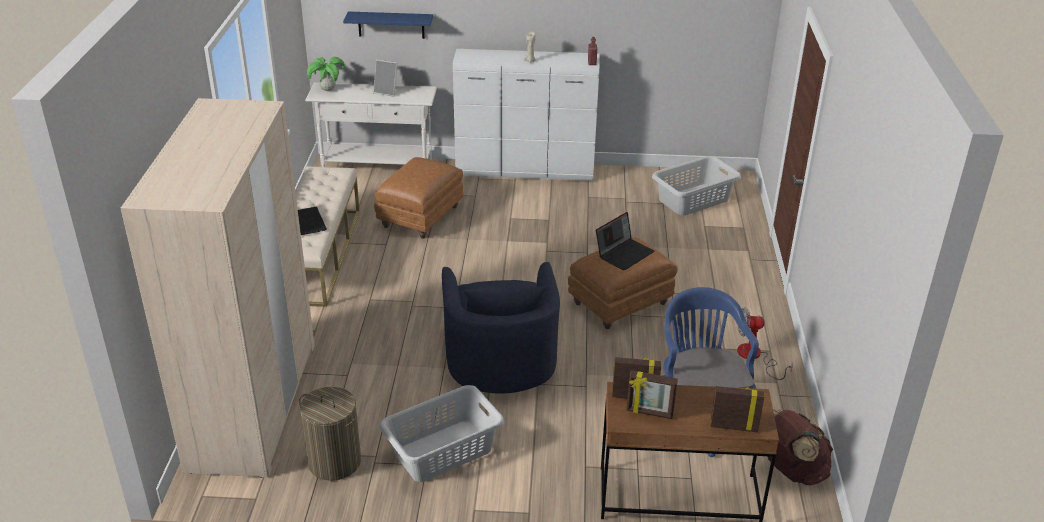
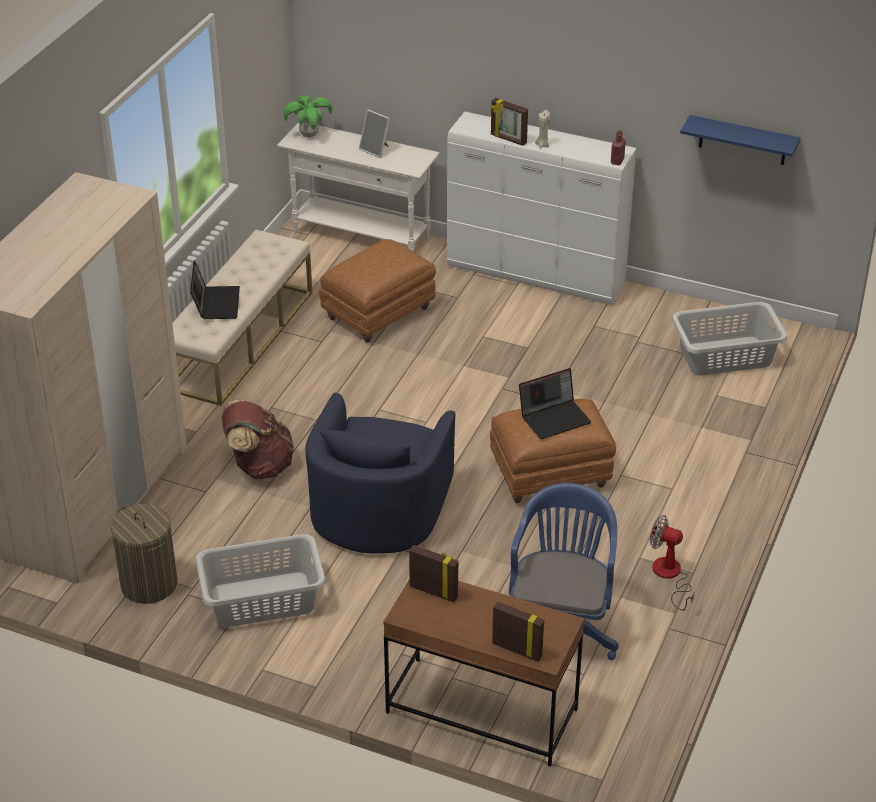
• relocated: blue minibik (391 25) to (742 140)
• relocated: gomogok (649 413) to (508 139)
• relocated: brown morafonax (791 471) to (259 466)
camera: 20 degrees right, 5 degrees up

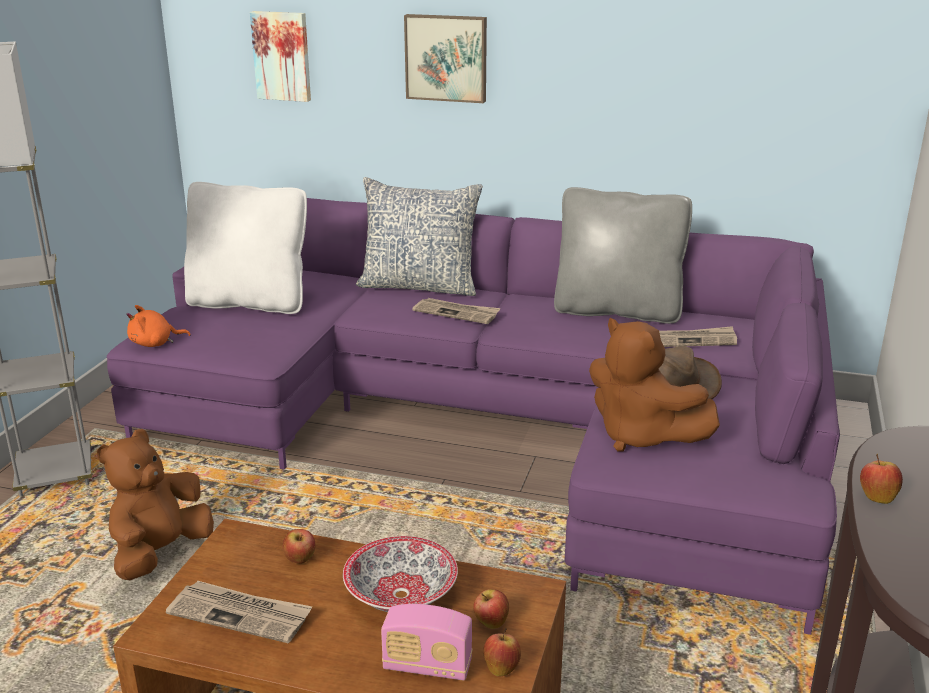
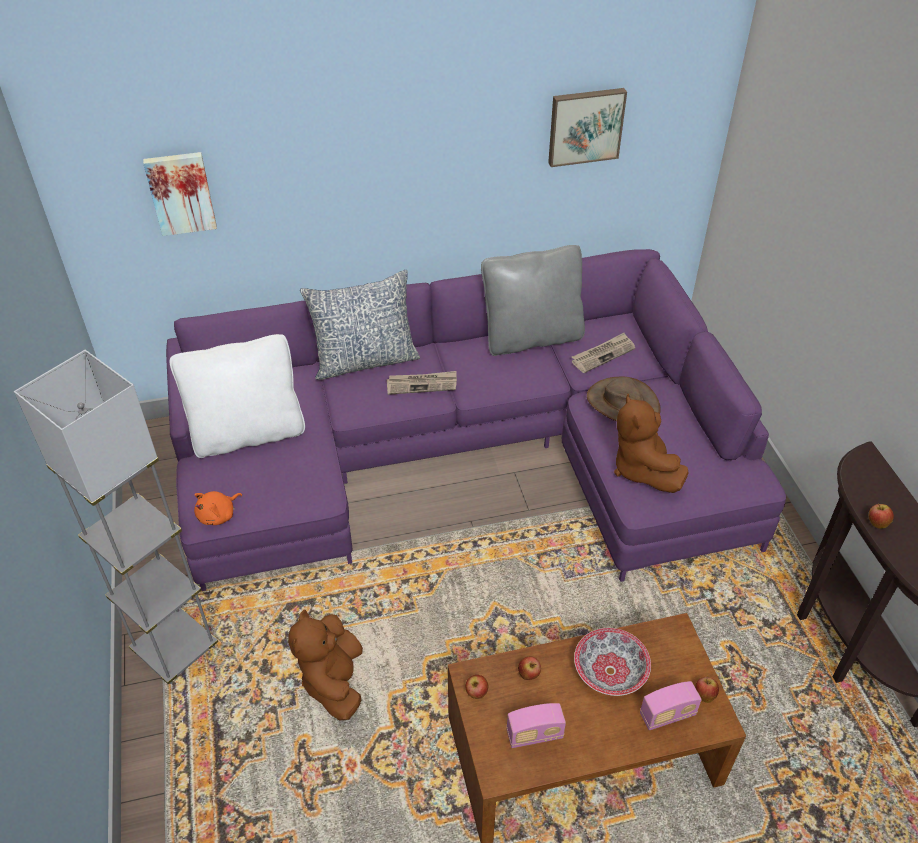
• relocated: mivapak (446 58) to (585 126)
• spun: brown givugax (640 436) = (641 469) 60 degrees clockwise
• exchanged: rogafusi (241 614) to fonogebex (534 735)
• relocated: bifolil (491 623) to (476 693)
camera: 30 degrees left, 20 degrees up

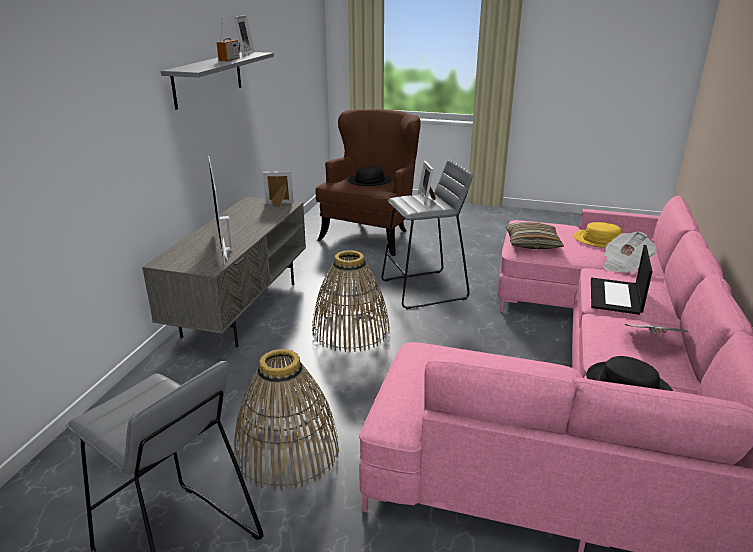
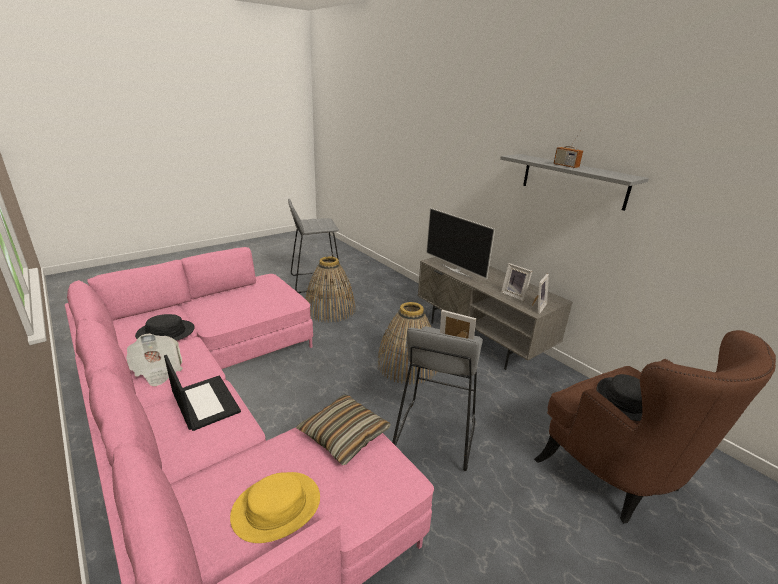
• relocated: gomogok (243 54) to (514 295)
• spun: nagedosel (227 249) = (456 270) 150 degrees counterclockwise
• missing: rogafusi (624 265)
camera: 125 degrees right, 0 degrees up

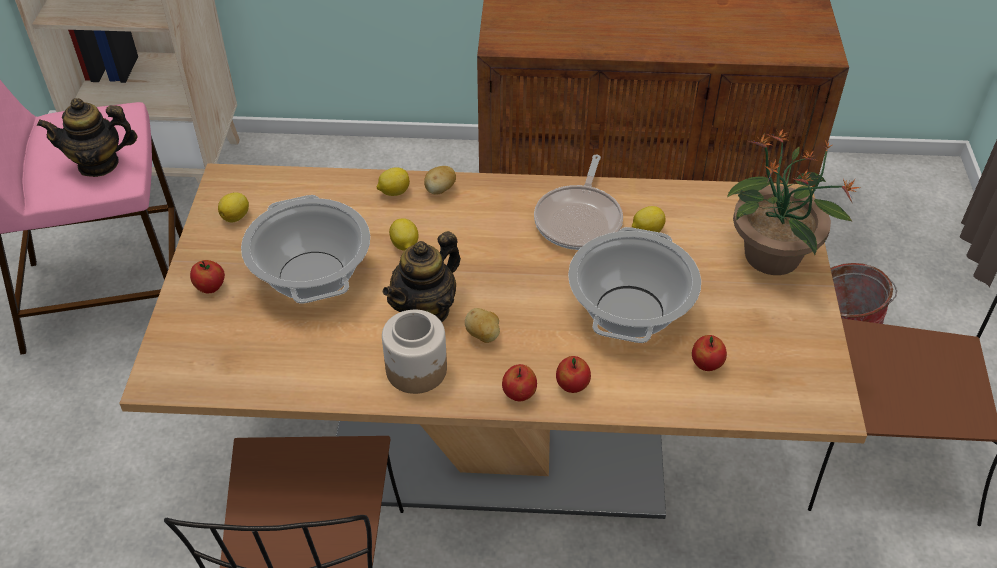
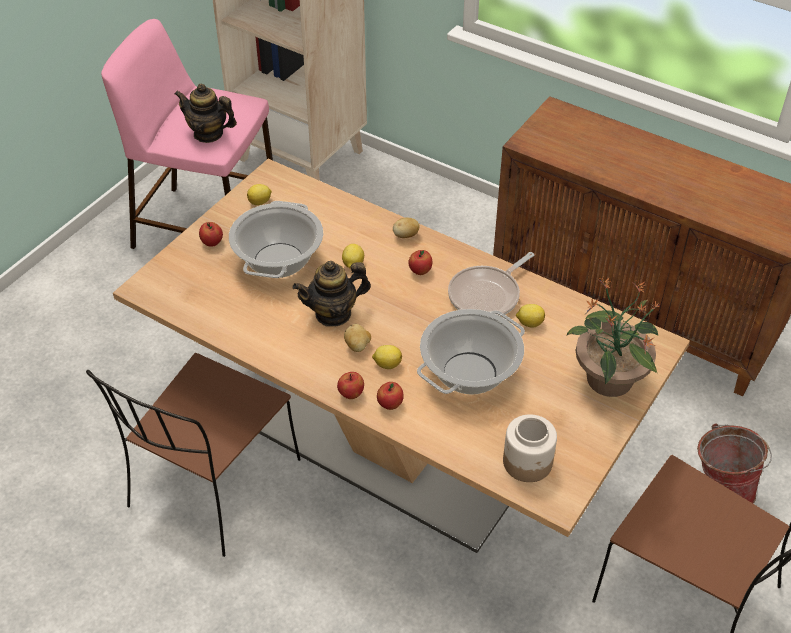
• relocated: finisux (394 192) to (387 364)
• relocated: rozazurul (417 370) to (528 462)
• relocated: bifolil (706 364) to (420 271)
camera: 30 degrees right, 0 degrees up

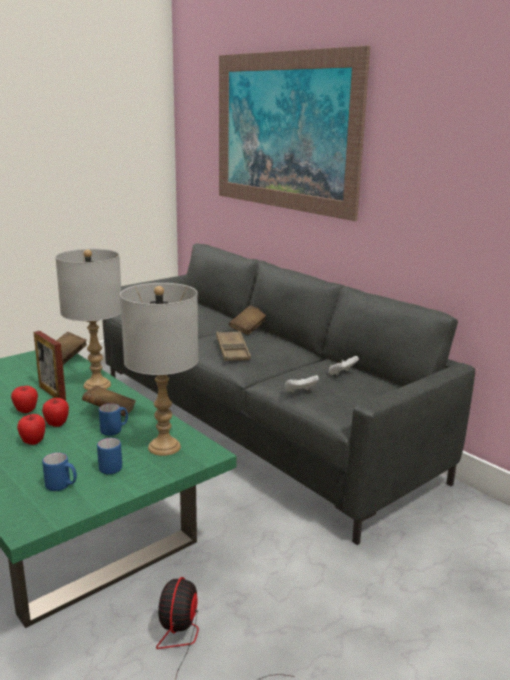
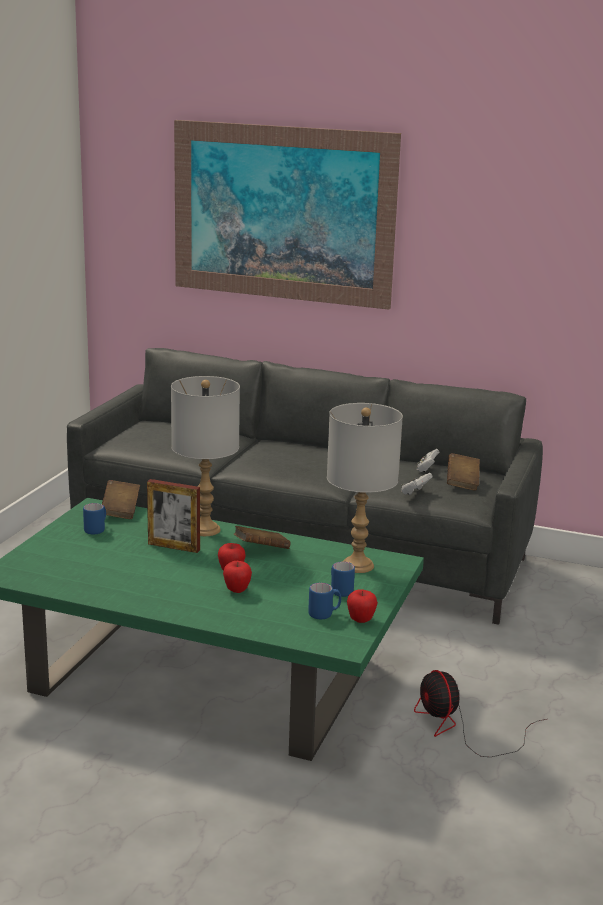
• relocated: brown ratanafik (249 328) to (462 482)
• missing: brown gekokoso (232 350)
• relocated: bifolil (26 411) to (361 620)
• relocated: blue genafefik (114 430) to (96 529)
camera: 30 degrees left, 0 degrees up

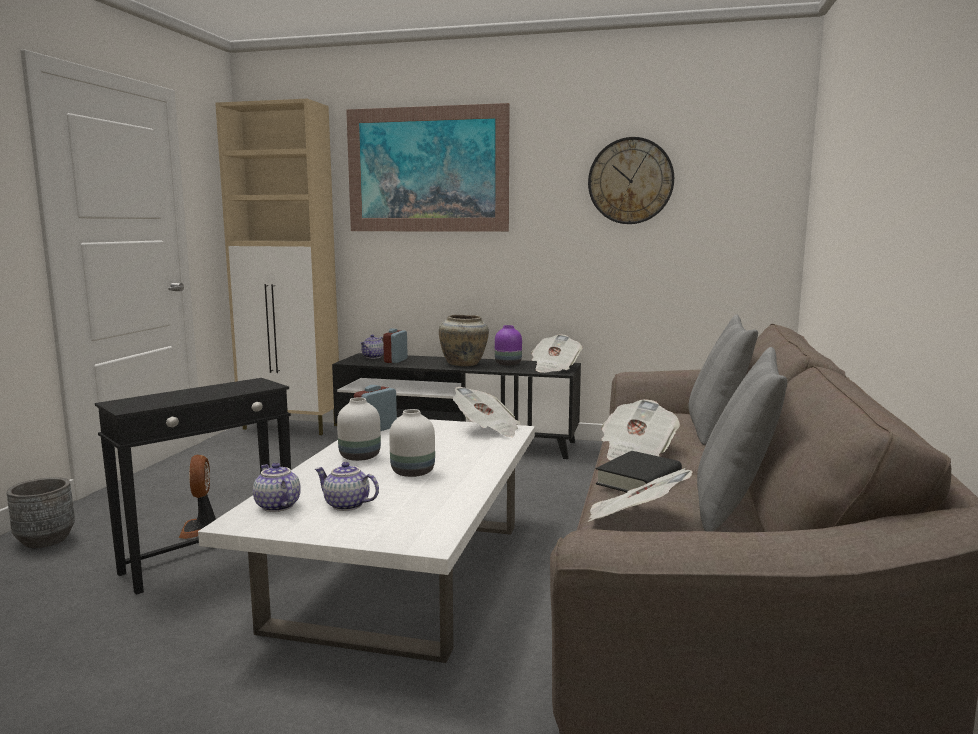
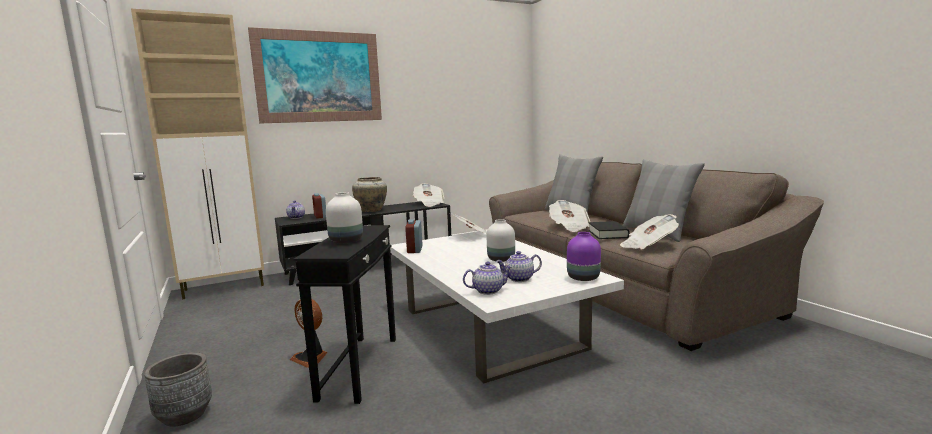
• missing: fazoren (630 181)
• relocated: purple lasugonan (508 364) to (582 278)
• relocated: white lasugonan (358 457) to (345 241)
• spun: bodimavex (276 506) = (488 290) 150 degrees clockwise
camera: 40 degrees left, 0 degrees up

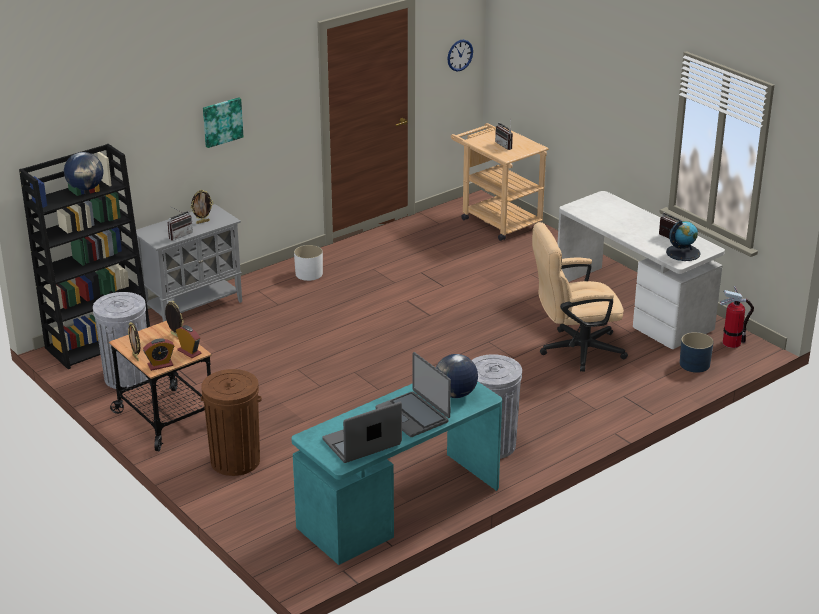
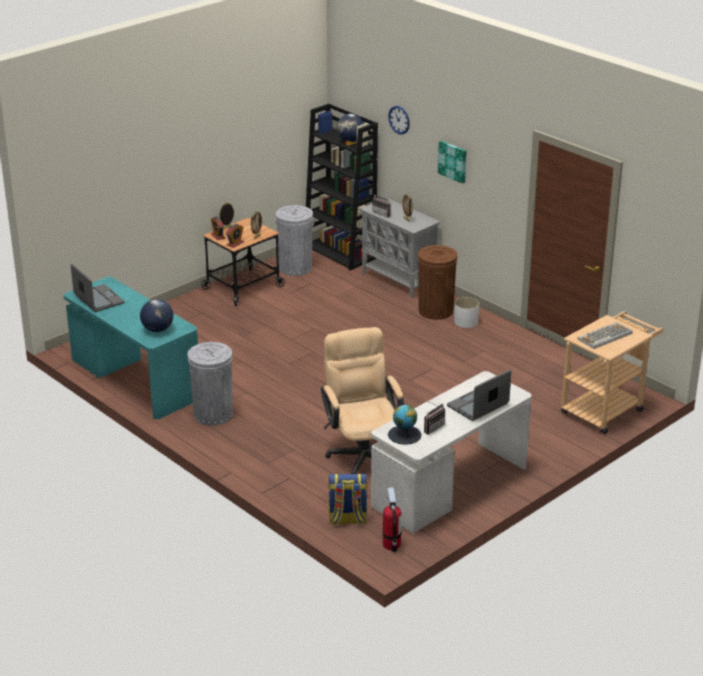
• relocated: fazoren (460 55) to (399 120)
• exchanged: fonogebex (506 145) to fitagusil (604 336)
• exchanged: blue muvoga (694 364) to morafonax (347 519)
• relocated: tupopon (413 415) to (478 405)
• relocated: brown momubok (235 461) to (435 311)
camera: 85 degrees right, 0 degrees up

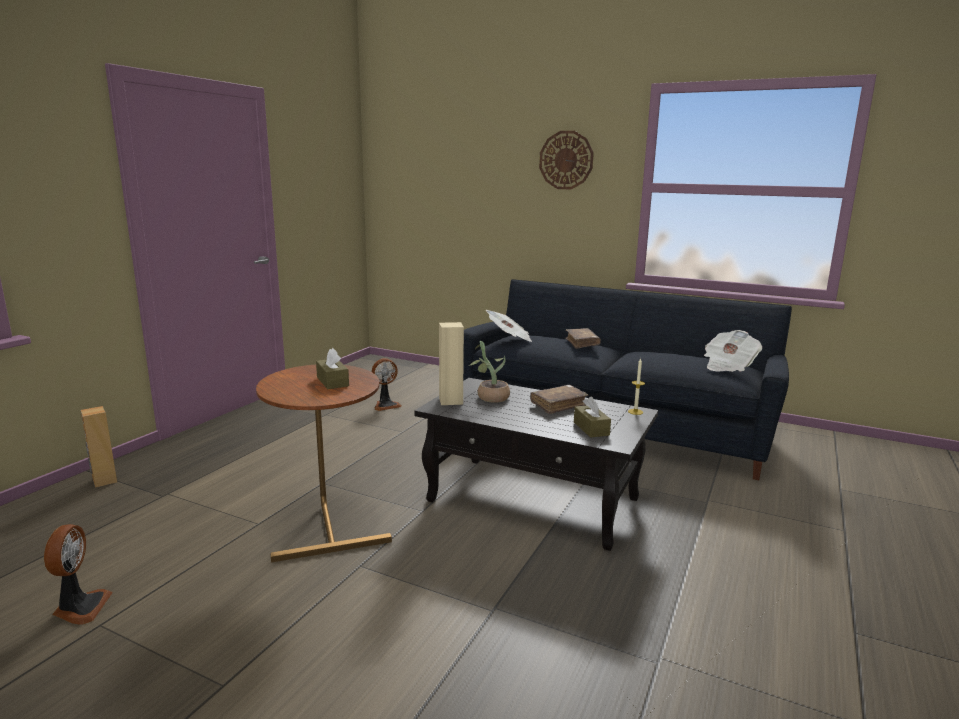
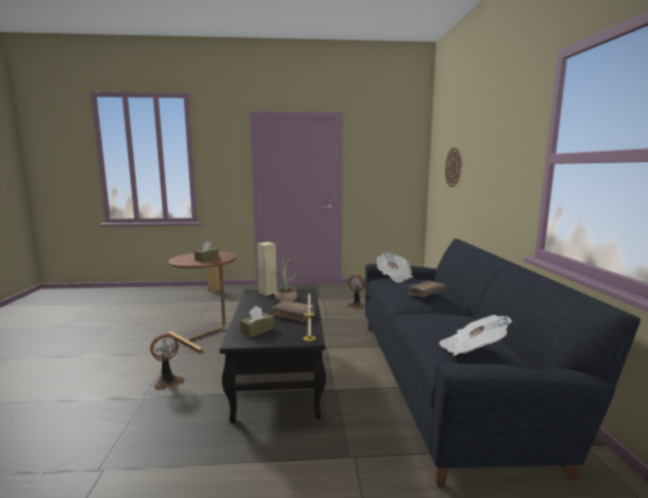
• relocated: fazoren (566 160) to (453 167)
• relocated: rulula (80 607) to (167 381)
camera: 60 degrees right, 5 degrees down

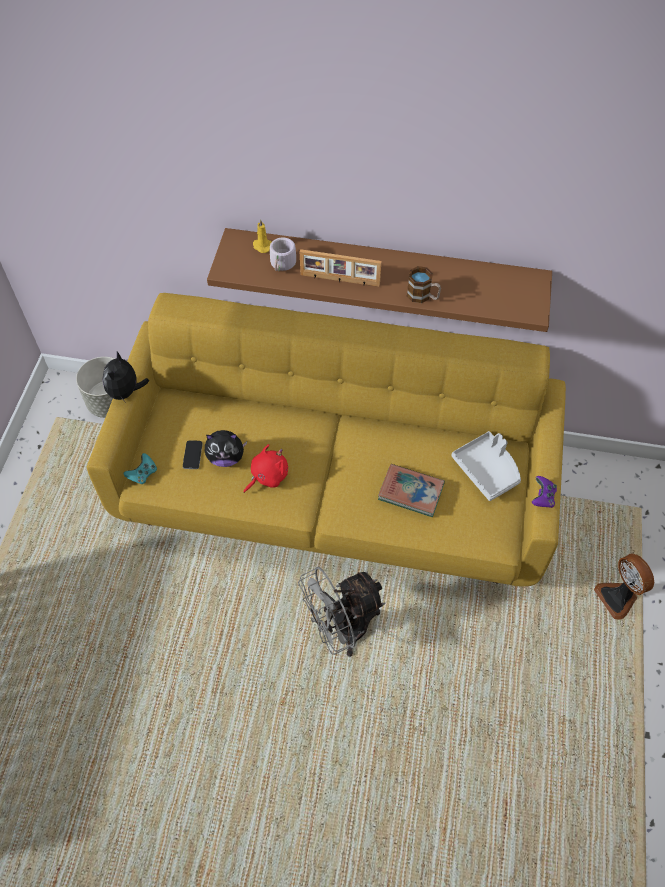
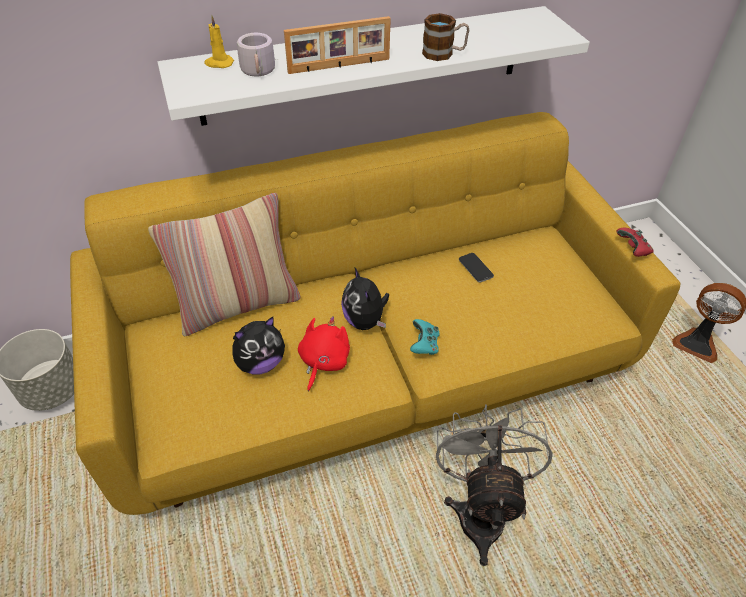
• colour: brown minibik (384 269) to white minibik (365 65)
• relocated: givugax (126 392) to (365 321)
• missing: grey gekokoso (487 470)
• relocated: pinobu (192 455) to (475 268)
• relocated: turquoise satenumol (143 474) to (424 345)
• missing: ratanafik (411 492)
• colour: purple satenumol (542 497) to red satenumol (633 250)
• spun: grey rulula (341 630) = (480 510) 150 degrees clockwise
• appeared: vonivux (238 305)
camera: 30 degrees left, 10 degrees down

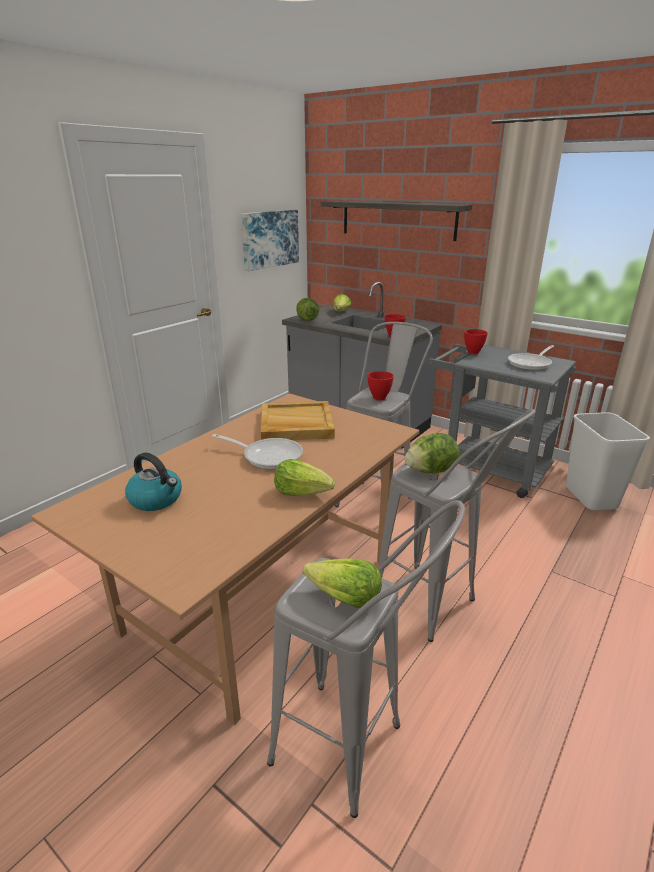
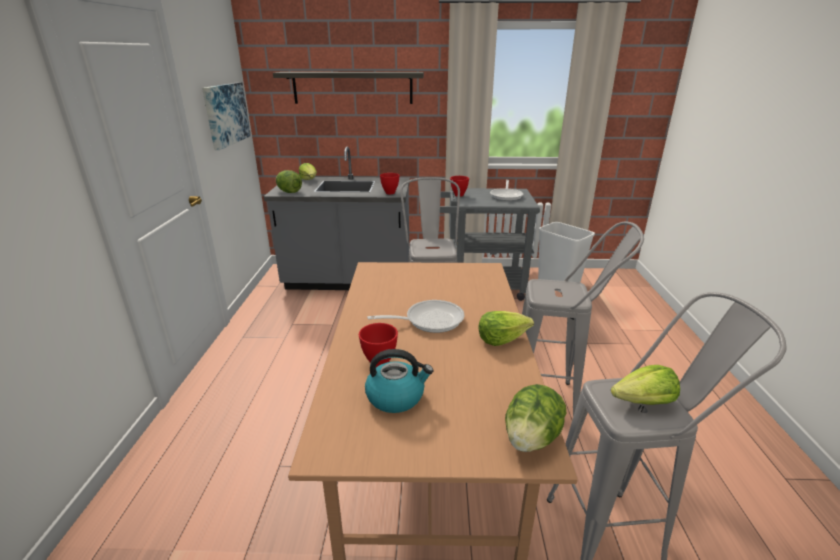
• relocated: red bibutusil (378 398) to (379 363)
• missing: beige gekokoso (296 424)
• relocated: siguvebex (430 471) to (531 438)
camera: 35 degrees left, 0 degrees up

